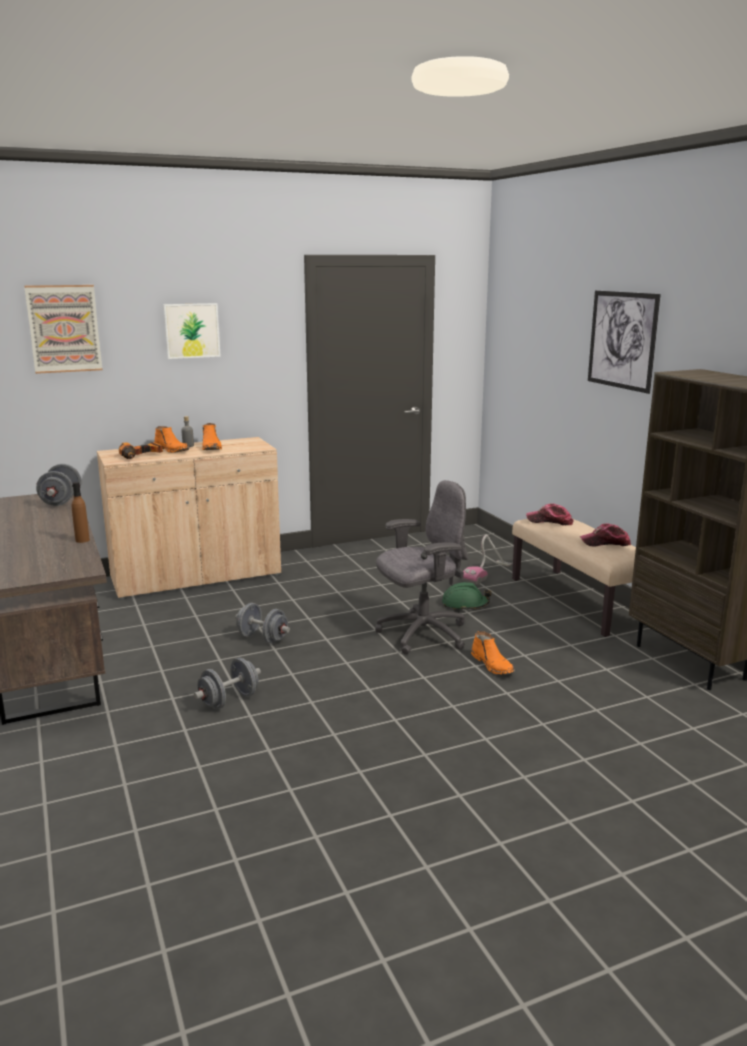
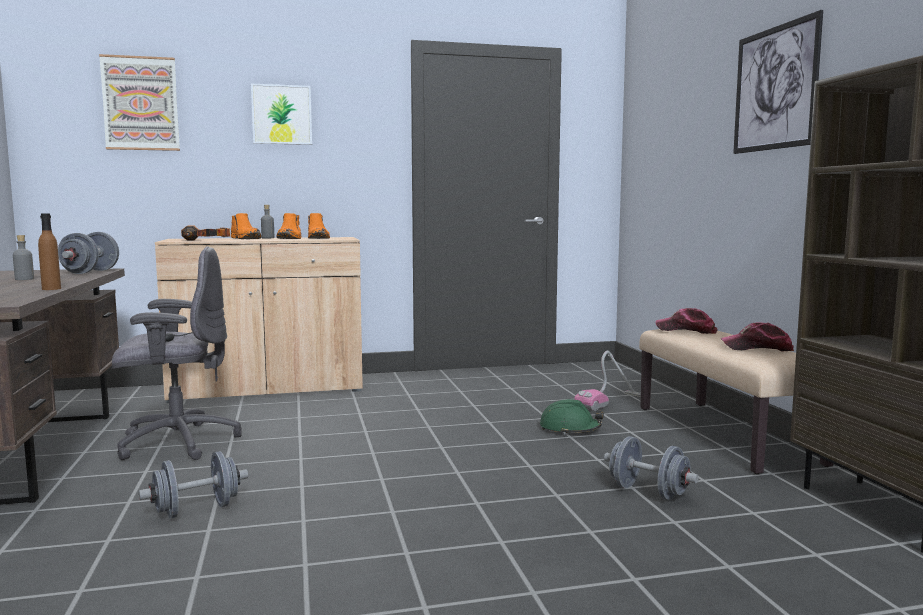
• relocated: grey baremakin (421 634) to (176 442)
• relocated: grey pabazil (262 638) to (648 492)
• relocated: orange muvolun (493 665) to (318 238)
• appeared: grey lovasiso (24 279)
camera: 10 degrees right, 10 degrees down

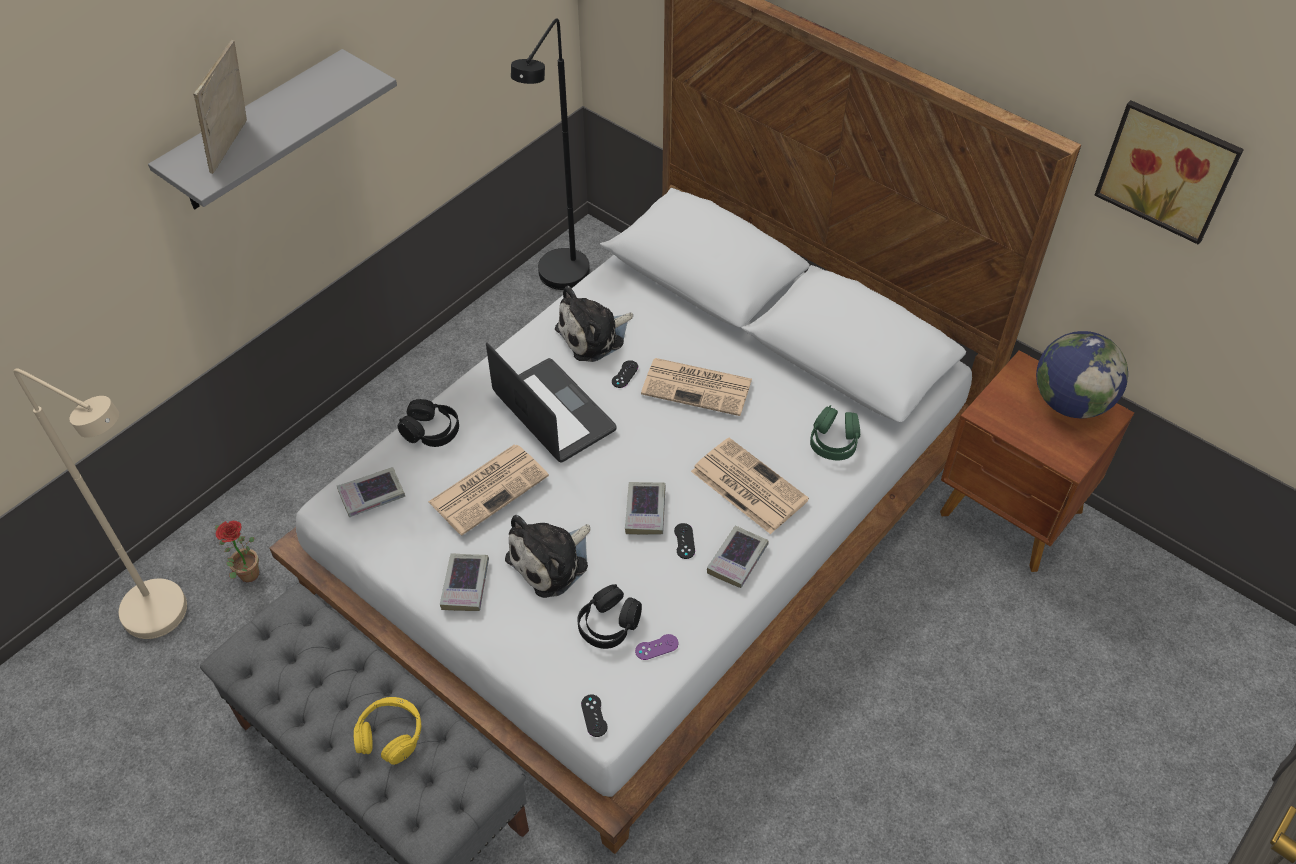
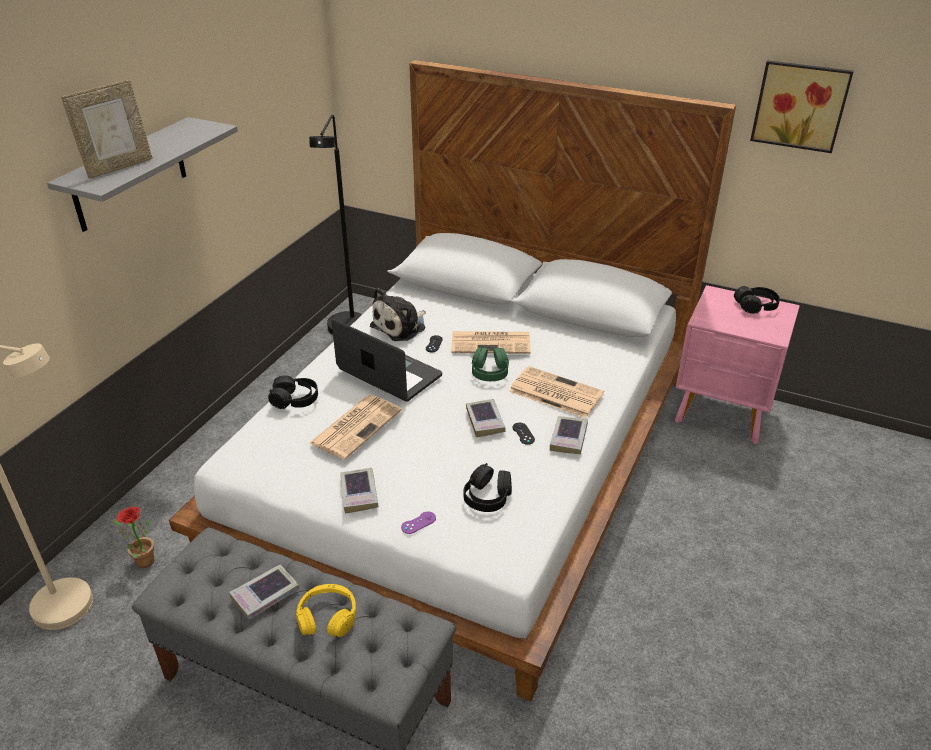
• spun: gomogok (234 147) = (119 167) 135 degrees counterclockwise
• exchanged: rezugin (1070 402) to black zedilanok (755 306)
• colour: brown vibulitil (1011 515) to pink vibulitil (723 413)
• relocated: green zedilanok (834 441) to (490 372)
• relocated: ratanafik (372 495) to (265 595)
• missing: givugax (552 561)
• relocated: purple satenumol (656 647) to (418 523)
• missing: black satenumol (594 715)
camera: 15 degrees left, 15 degrees down

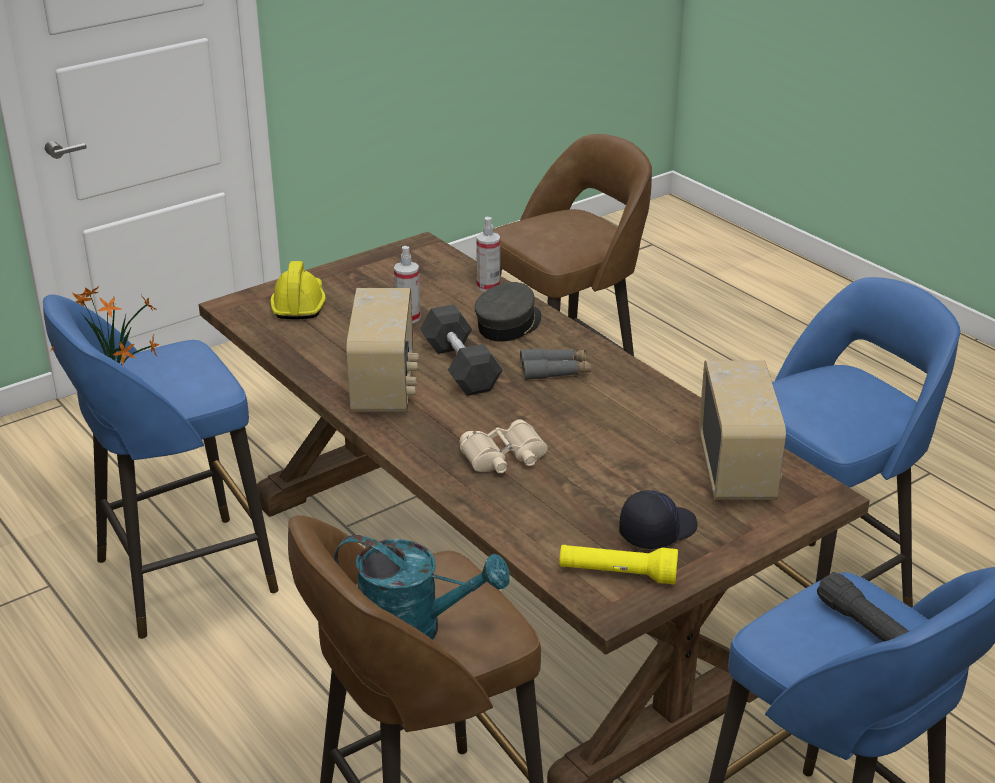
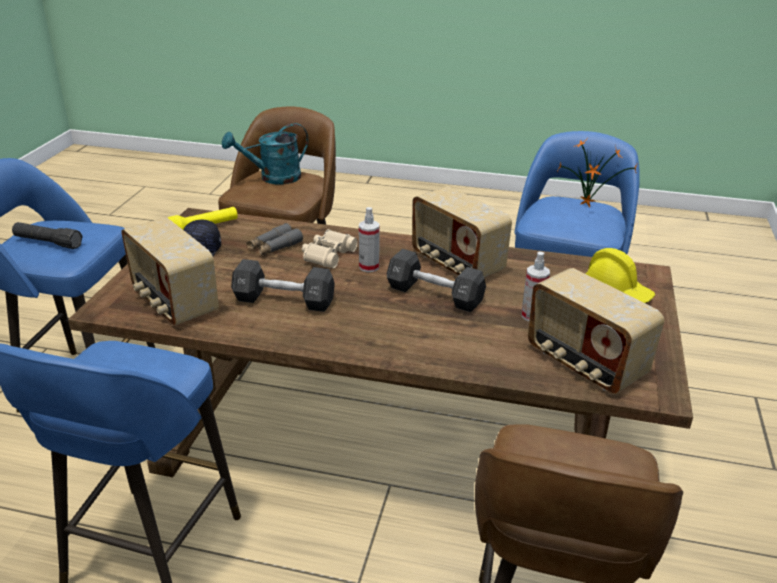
• relocated: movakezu (488 286) to (369 267)
• missing: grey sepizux (508 325)
• relocated: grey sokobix (555 371) to (274 247)
• appeared: black pabazil (284 300)
• appeared: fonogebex (584 363)
camera: 140 degrees right, 0 degrees up

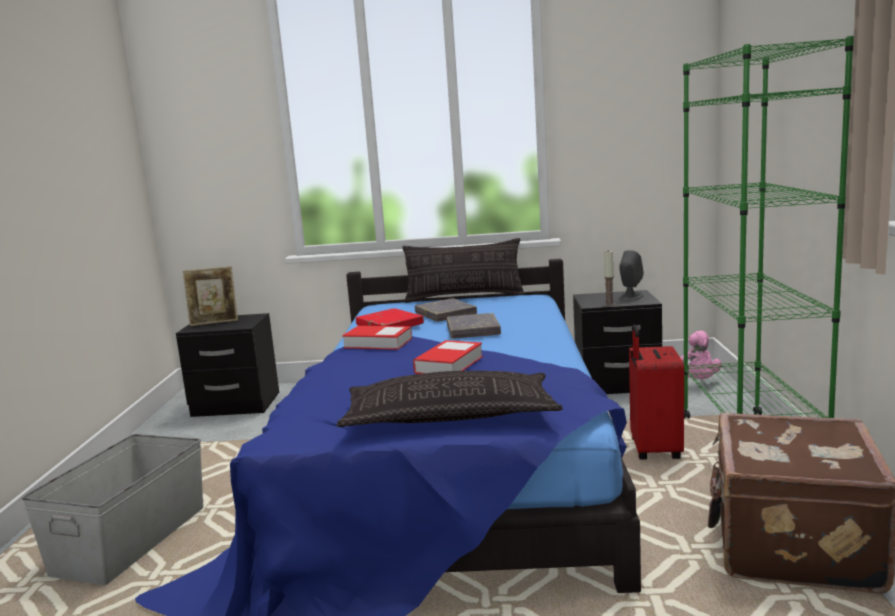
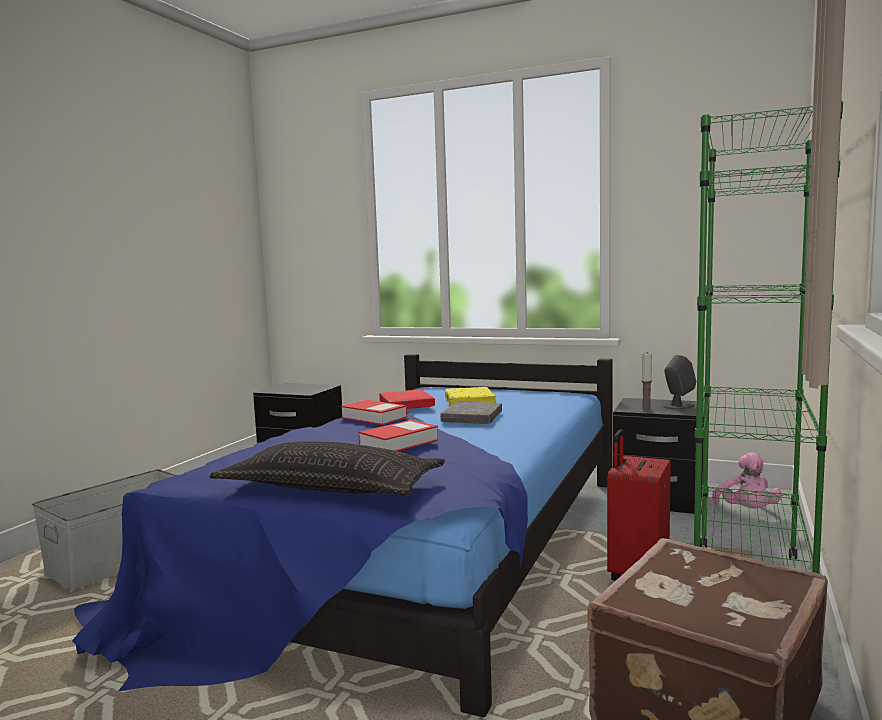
• missing: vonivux (464 297)
• missing: gomogok (214 323)
• colour: grey ratanafik (445 314) to yellow ratanafik (469 401)
camera: 20 degrees right, 5 degrees down

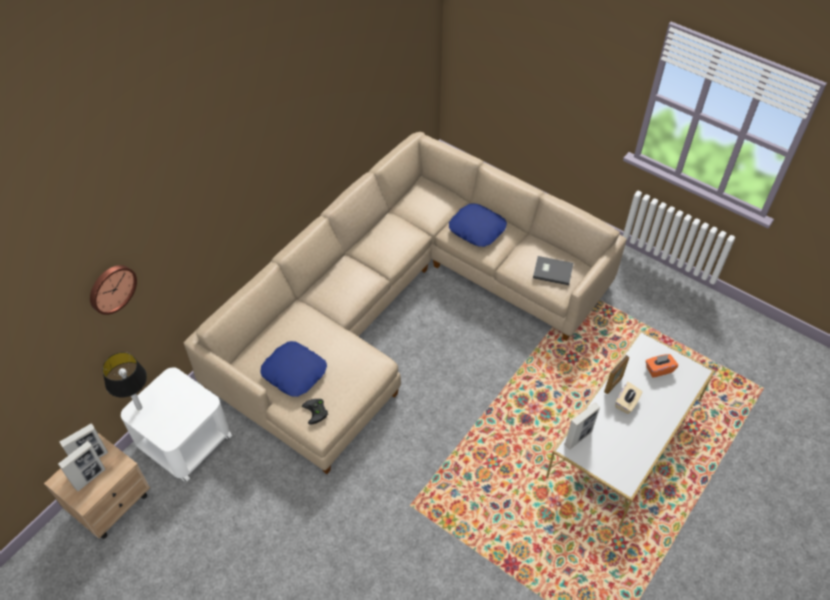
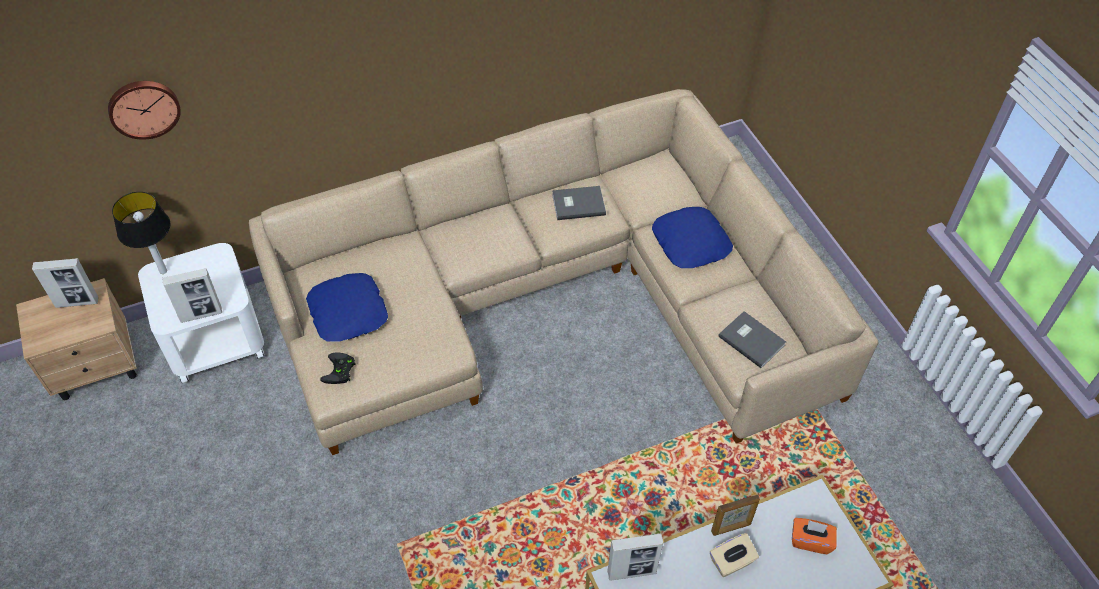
• relocated: gomogok (90 478) to (201 314)
• appeared: grey ratanafik (577 203)
camera: 30 degrees right, 0 degrees up

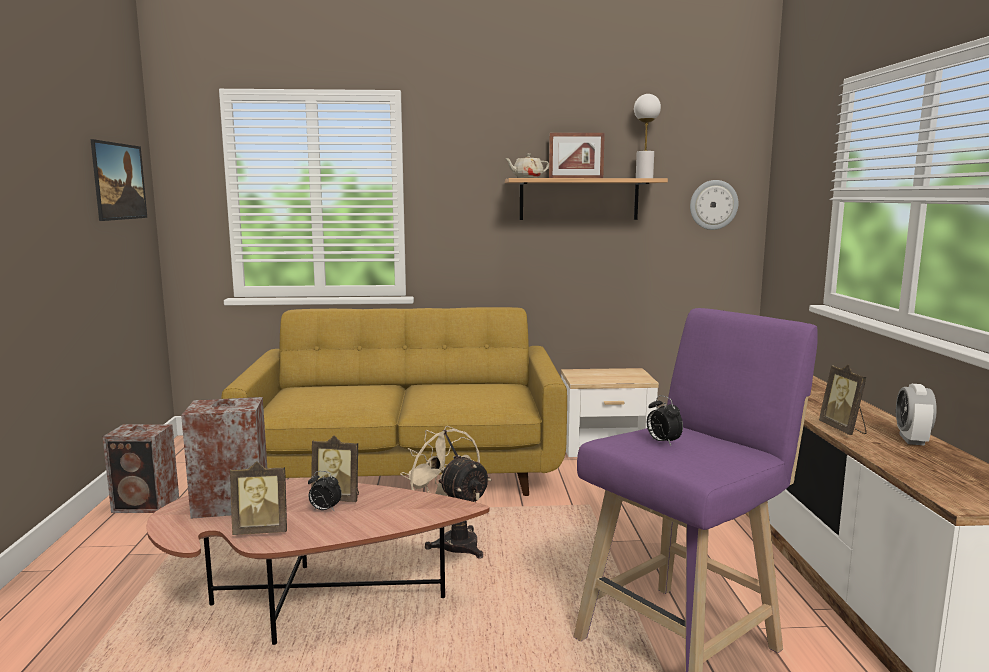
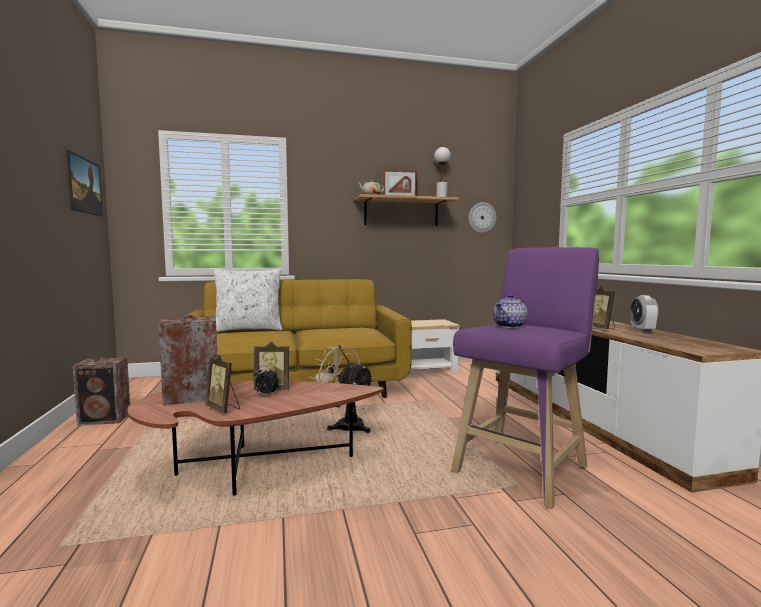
• exchanged: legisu (662 442) to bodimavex (510 326)
• spun: gomogok (262 530) = (223 408) 60 degrees clockwise
• appeared: white vonivux (248 329)
camera: 10 degrees left, 5 degrees down

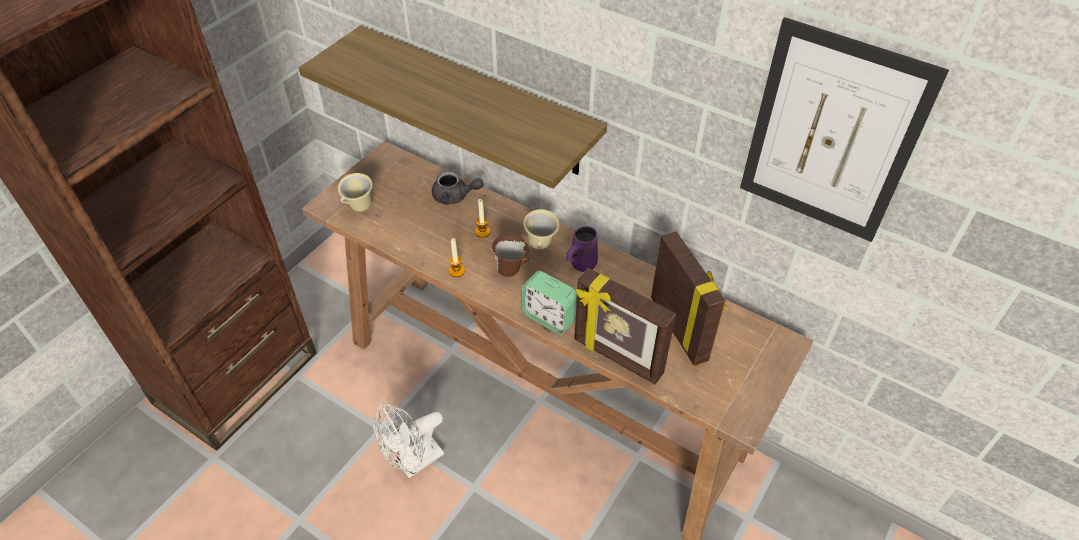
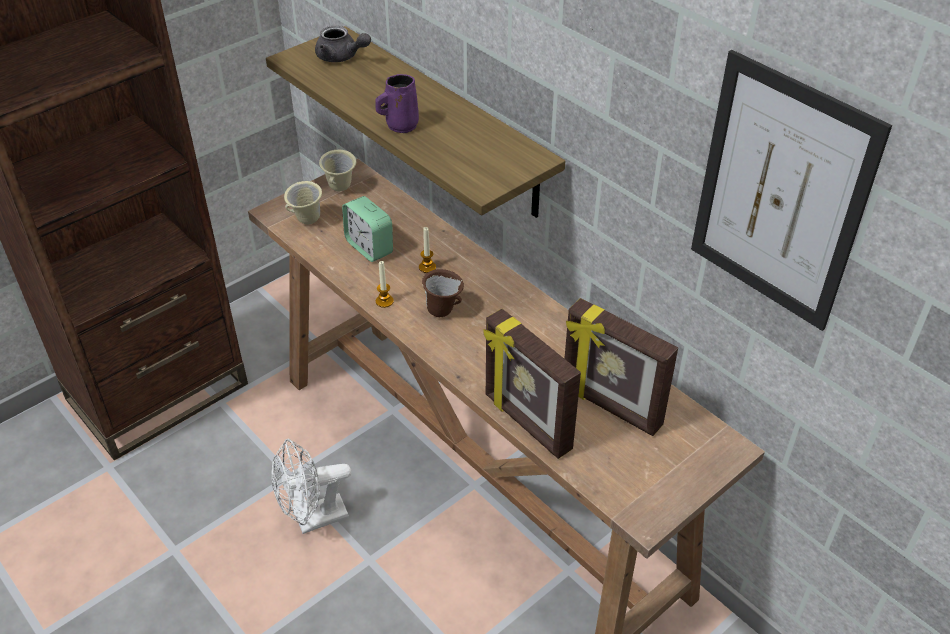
• relocated: grey bodimavex (455 197) to (341 57)
• relocated: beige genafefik (541 246) to (341 189)
• relocated: purple genafefik (582 264) to (400 126)
• spun: gomogok (680 328) = (610 407) 135 degrees clockwise
• relocated: legisu (549 317) to (369 247)
camera: 15 degrees right, 5 degrees down

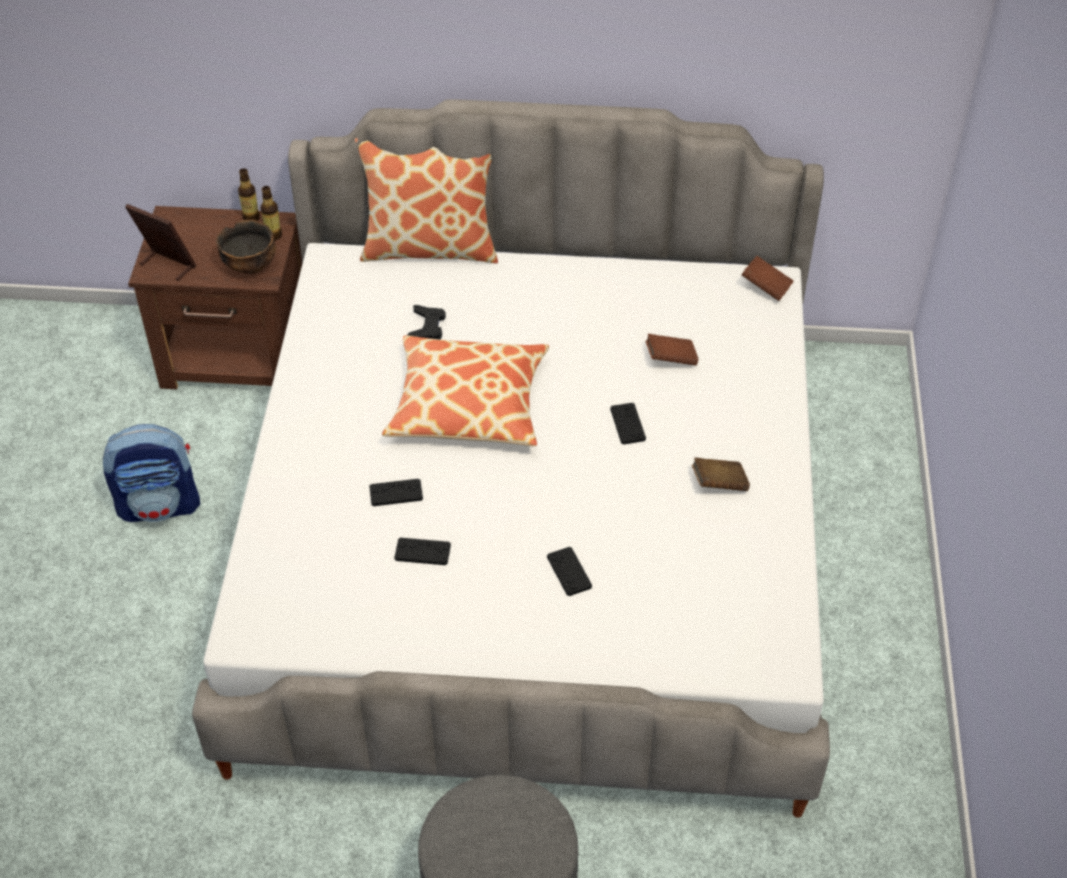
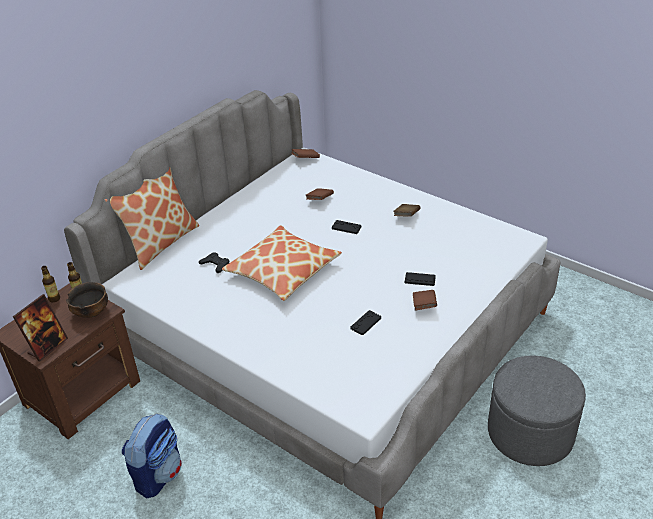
• spun: gomogok (167 265) = (48 347) 150 degrees clockwise
• missing: black satenumol (396 493)
• appeared: brown ratanafik (424 306)
camera: 55 degrees left, 10 degrees down

